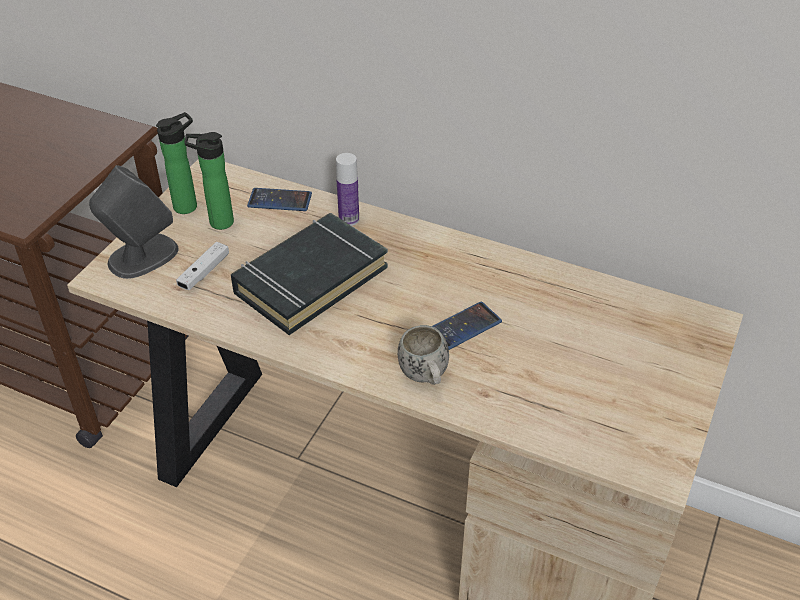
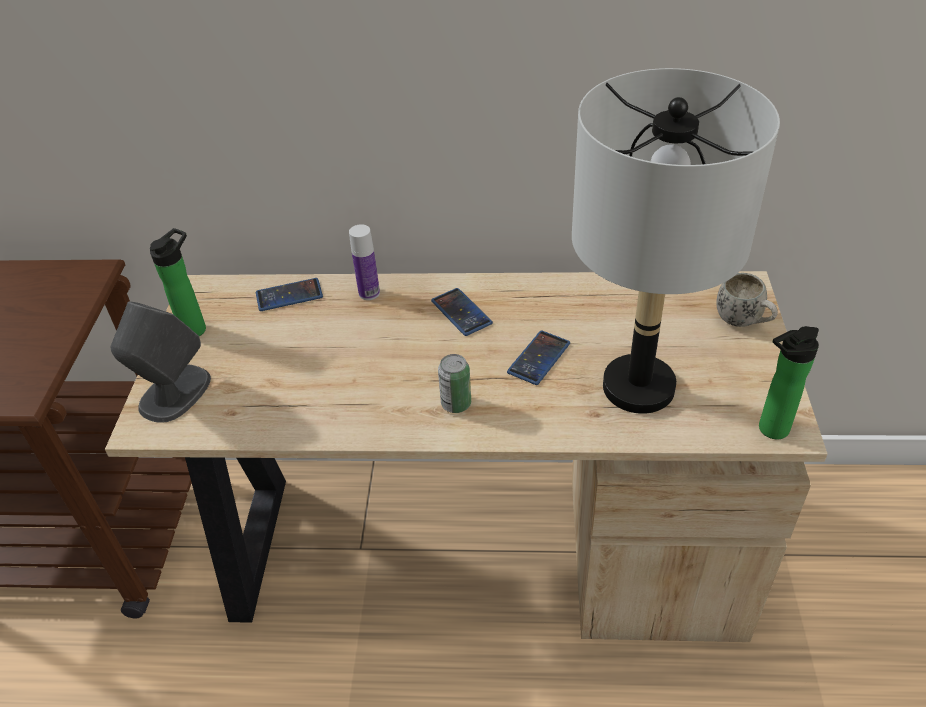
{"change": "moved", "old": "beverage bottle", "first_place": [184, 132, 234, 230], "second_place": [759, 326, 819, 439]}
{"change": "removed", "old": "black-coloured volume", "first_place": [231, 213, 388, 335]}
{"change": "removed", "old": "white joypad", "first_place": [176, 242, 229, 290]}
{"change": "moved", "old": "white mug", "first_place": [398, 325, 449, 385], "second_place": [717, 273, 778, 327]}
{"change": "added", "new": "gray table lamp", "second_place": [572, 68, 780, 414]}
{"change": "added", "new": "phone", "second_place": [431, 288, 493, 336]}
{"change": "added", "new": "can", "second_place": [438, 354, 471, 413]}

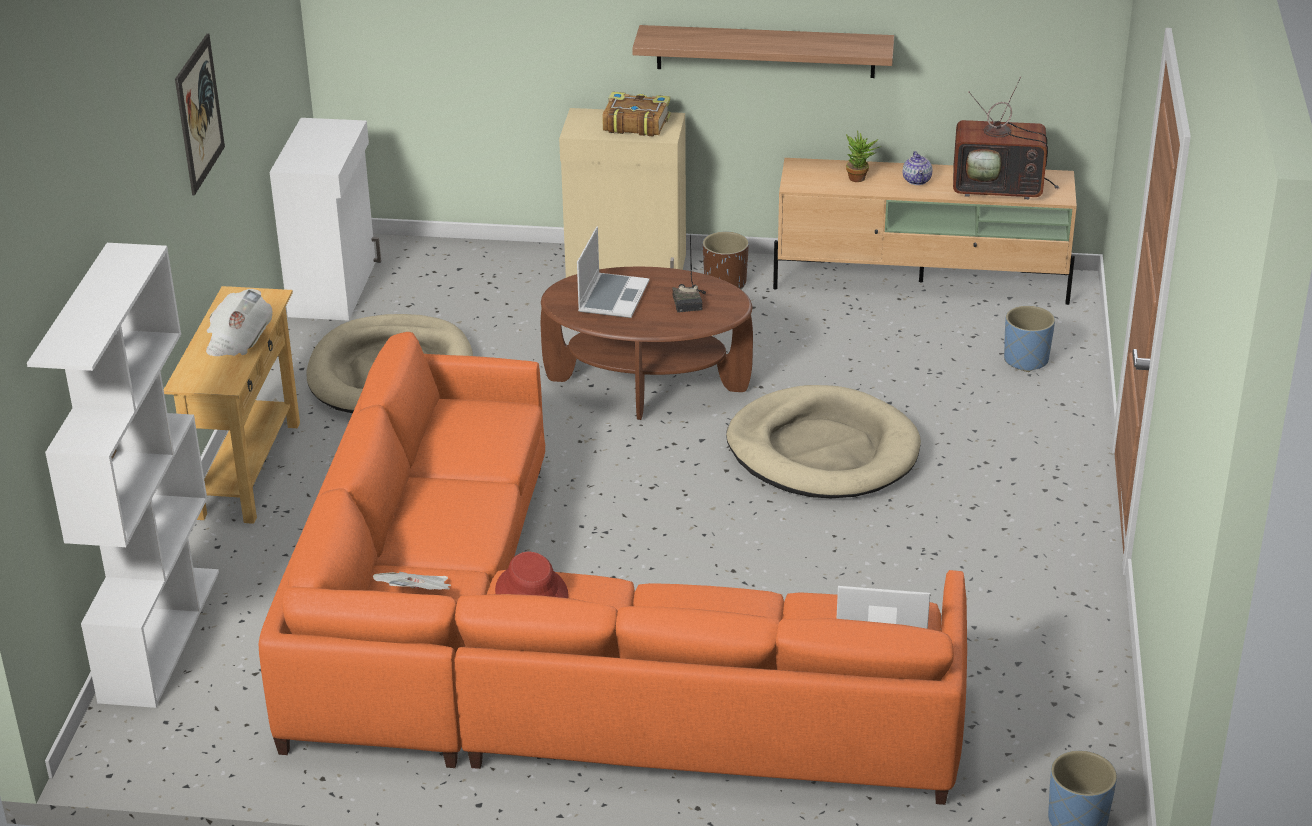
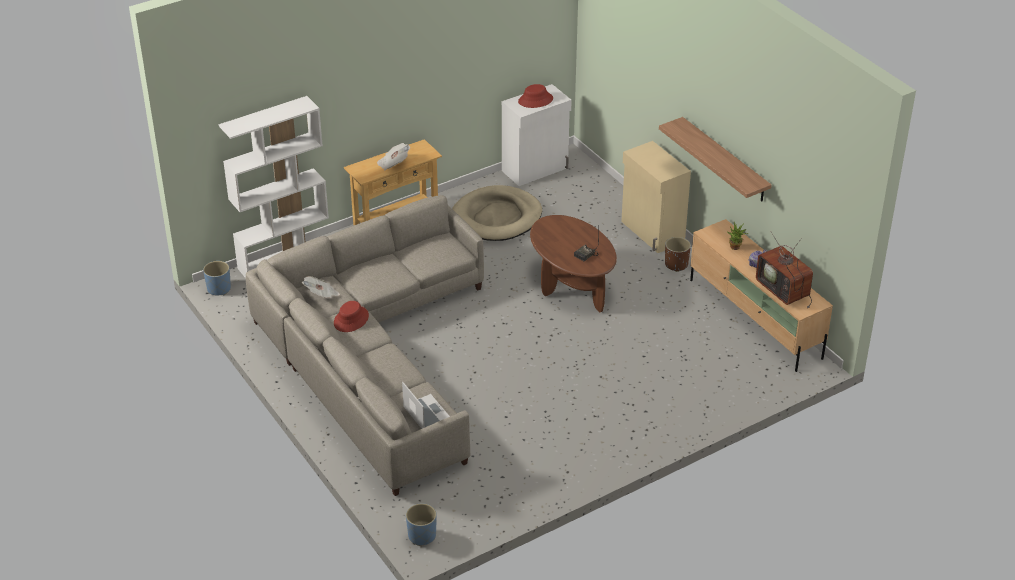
{"change": "removed", "old": "wall art", "first_place": [175, 34, 225, 195]}
{"change": "removed", "old": "volume", "first_place": [602, 92, 670, 137]}
{"change": "removed", "old": "laptop", "first_place": [577, 227, 649, 318]}
{"change": "moved", "old": "blue-coloured planter", "first_place": [1004, 306, 1055, 372], "second_place": [203, 261, 231, 296]}
{"change": "recoloured", "old": "orange couch", "new": "gray couch", "first_place": [259, 332, 967, 805], "second_place": [246, 195, 484, 496]}
{"change": "removed", "old": "beige dog bed", "first_place": [726, 385, 921, 498]}
{"change": "added", "new": "reddish clothing hat", "second_place": [518, 84, 553, 108]}

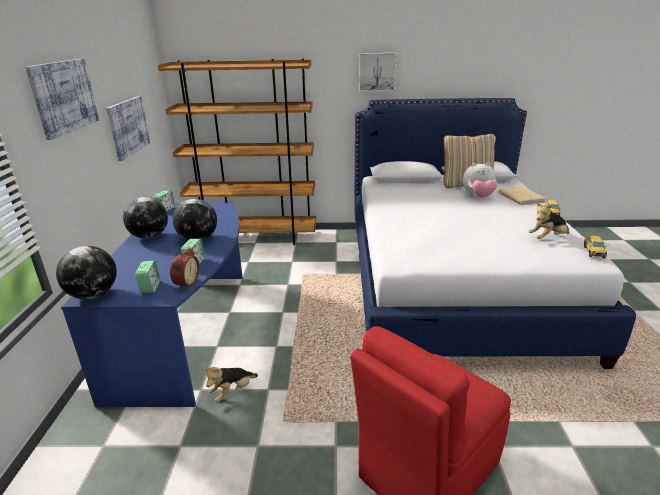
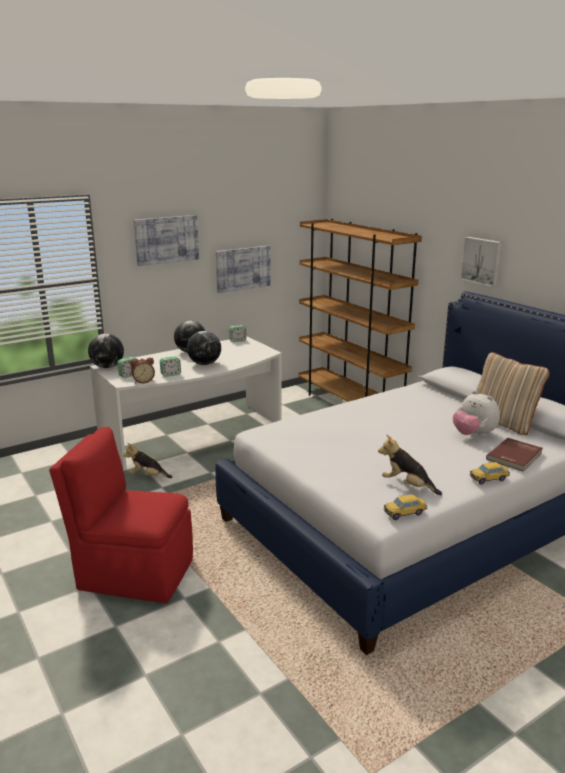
{"change": "recoloured", "old": "beige volume", "new": "reddish volume", "first_place": [499, 187, 546, 205], "second_place": [486, 438, 543, 471]}
{"change": "recoloured", "old": "blue-coloured desk table", "new": "white desk table", "first_place": [61, 203, 243, 407], "second_place": [90, 336, 282, 470]}

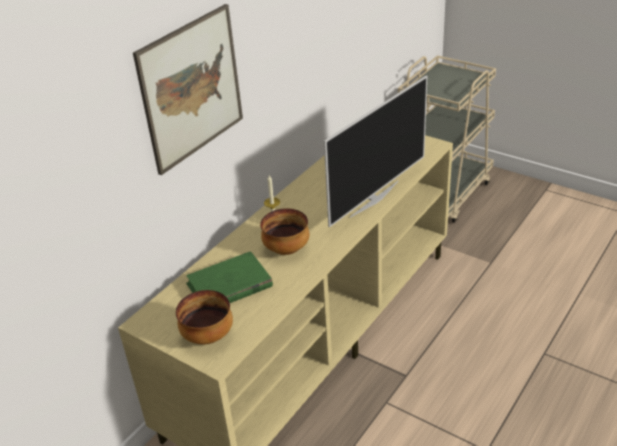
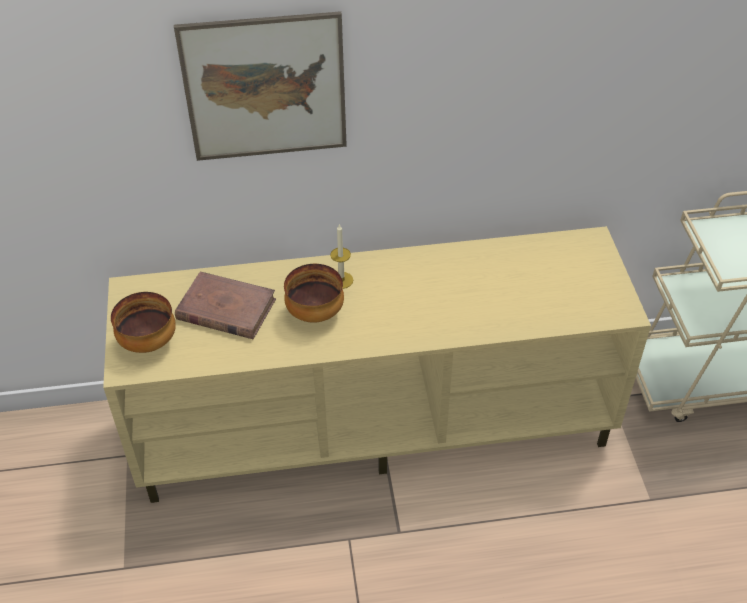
{"change": "removed", "old": "TV", "first_place": [324, 75, 427, 227]}
{"change": "recoloured", "old": "greenish volume", "new": "brown volume", "first_place": [186, 251, 273, 303], "second_place": [175, 271, 276, 339]}

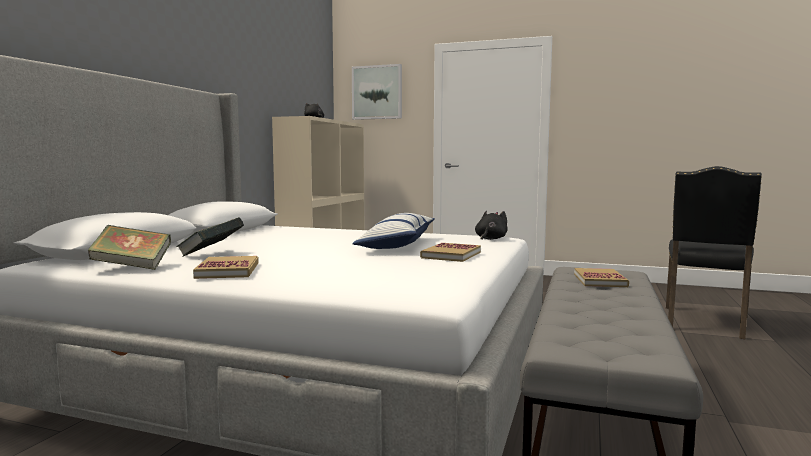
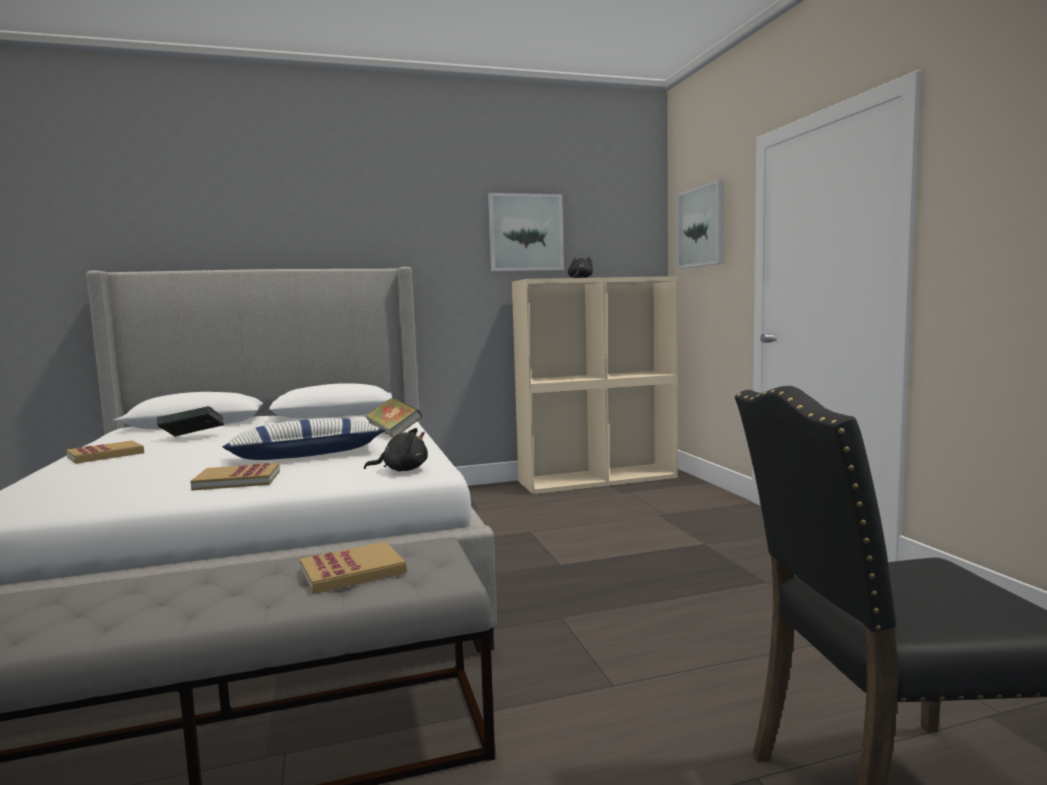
{"change": "moved", "old": "volume", "first_place": [88, 225, 171, 270], "second_place": [365, 397, 422, 438]}
{"change": "added", "new": "wall art", "second_place": [488, 193, 564, 271]}

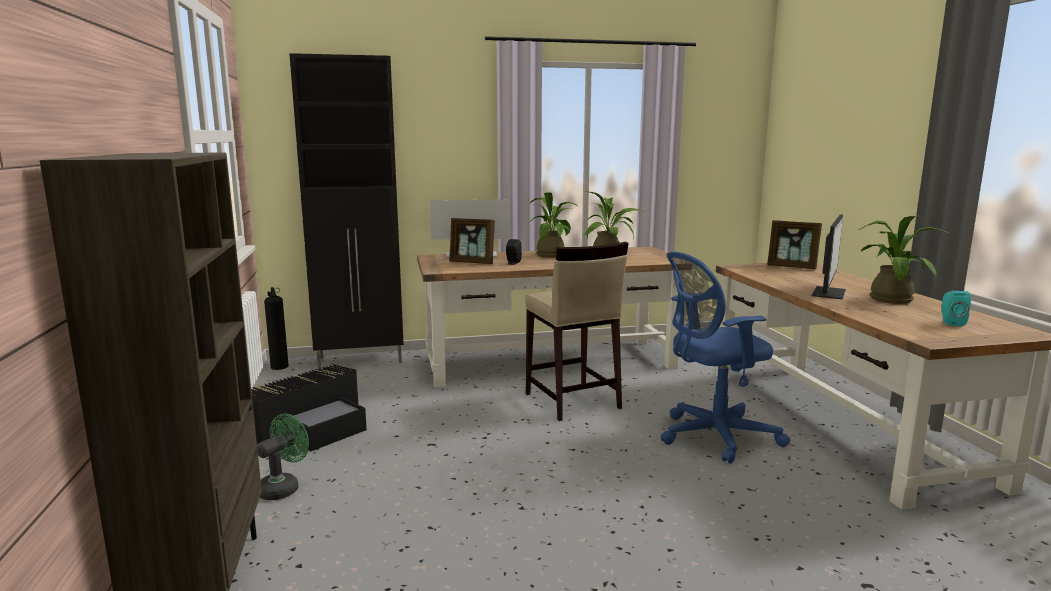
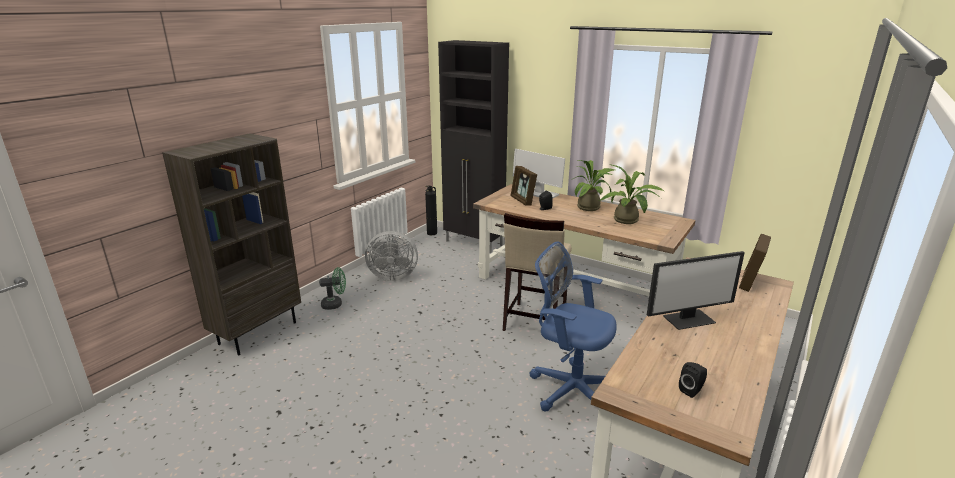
{"change": "removed", "old": "plant in a pot", "first_place": [859, 216, 949, 304]}
{"change": "turned", "old": "standing frame", "first_place": [767, 220, 822, 269], "second_place": [739, 234, 771, 292], "degrees": 45}
{"change": "recoloured", "old": "blue-green speaker", "new": "black-coloured speaker", "first_place": [942, 291, 971, 326], "second_place": [679, 362, 707, 398]}
{"change": "replaced", "old": "black-coloured storage box", "new": "gray cooling fan", "first_place": [251, 364, 367, 452], "second_place": [365, 231, 418, 281]}

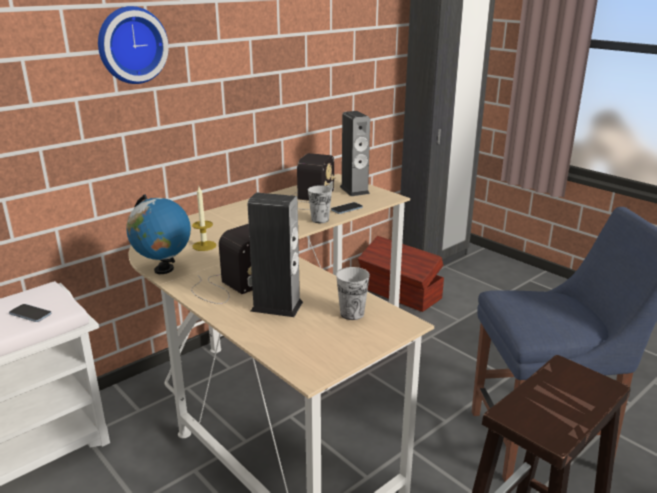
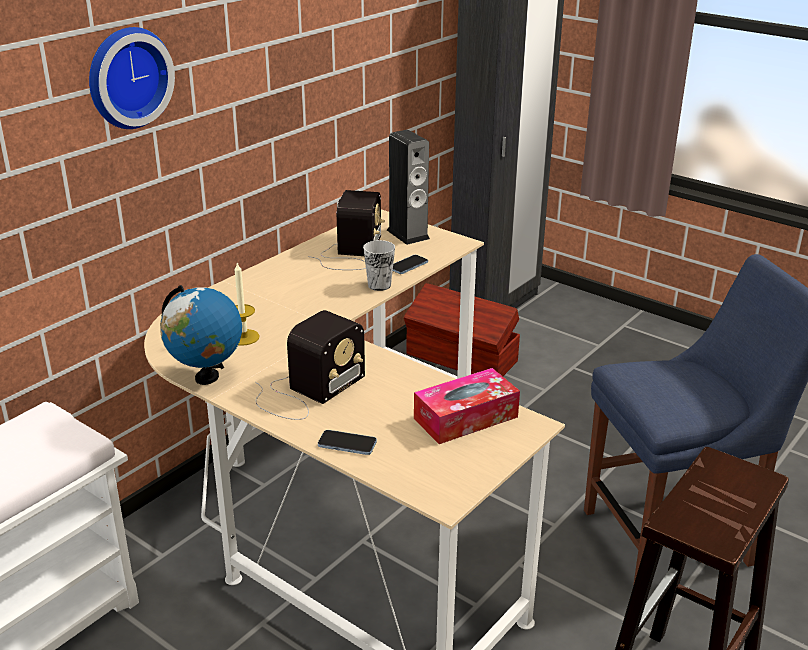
{"change": "removed", "old": "speaker", "first_place": [248, 192, 303, 317]}
{"change": "replaced", "old": "small cup", "new": "box of tissues", "first_place": [336, 267, 370, 320], "second_place": [414, 368, 520, 444]}
{"change": "moved", "old": "phone", "first_place": [9, 304, 51, 322], "second_place": [318, 430, 377, 455]}

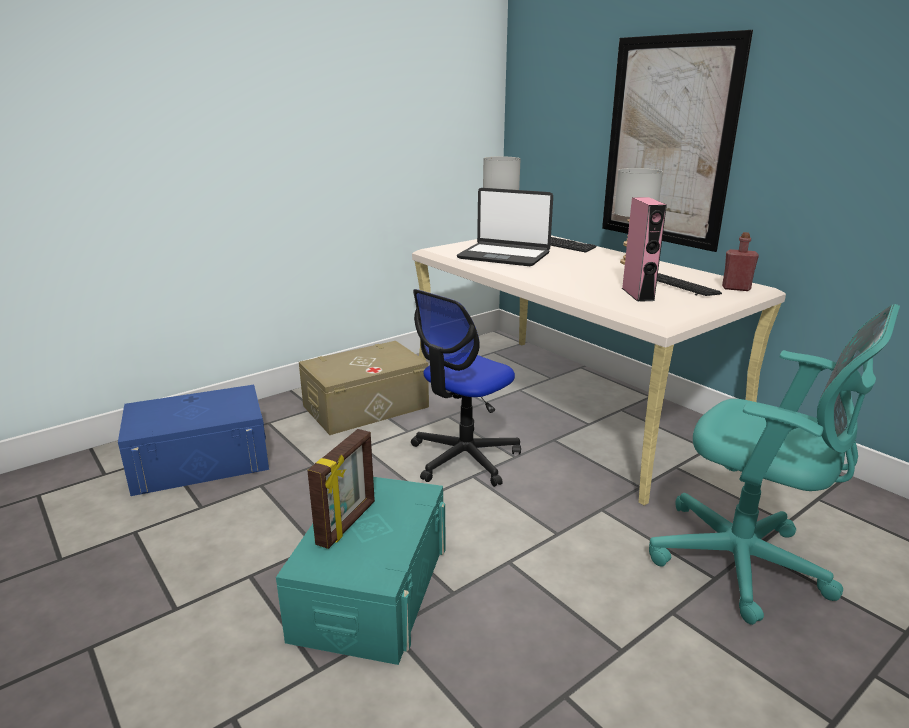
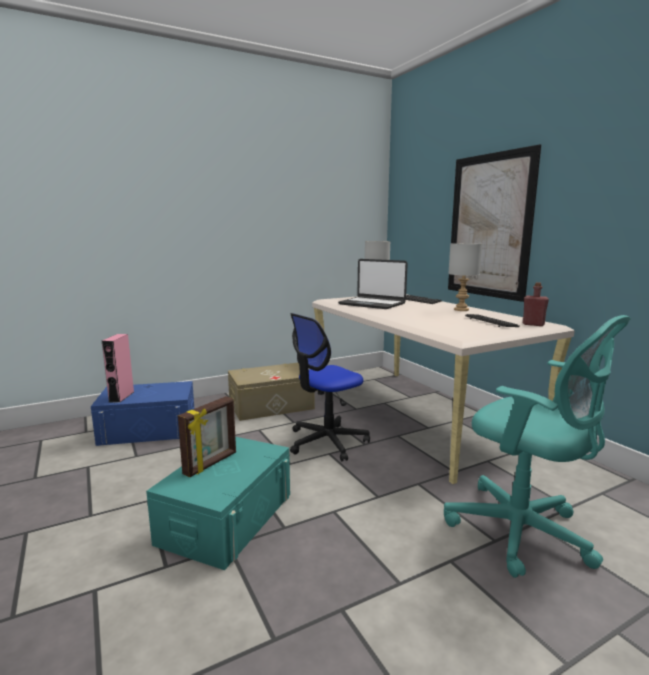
{"change": "moved", "old": "pinkish speaker", "first_place": [622, 197, 667, 302], "second_place": [102, 334, 134, 403]}

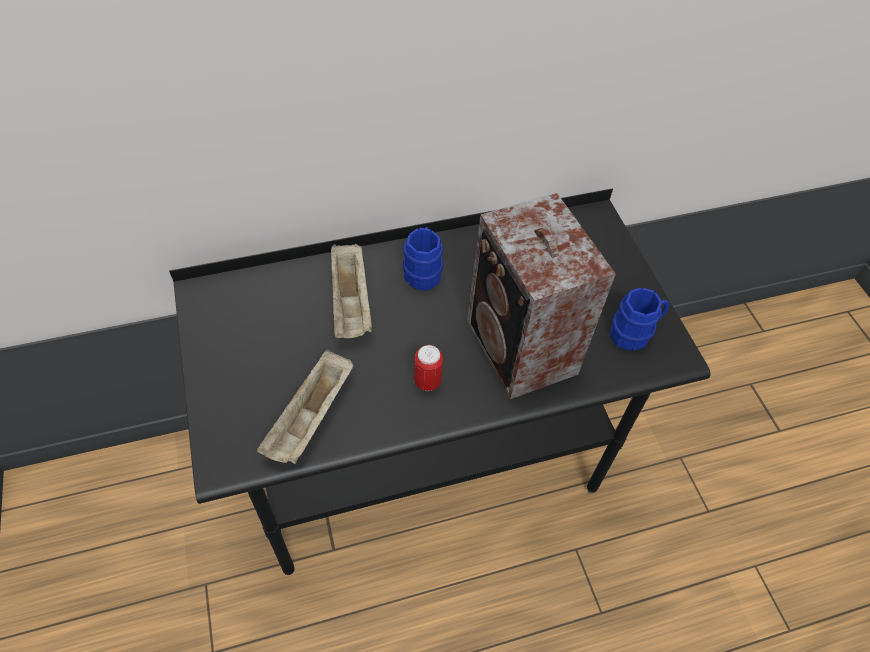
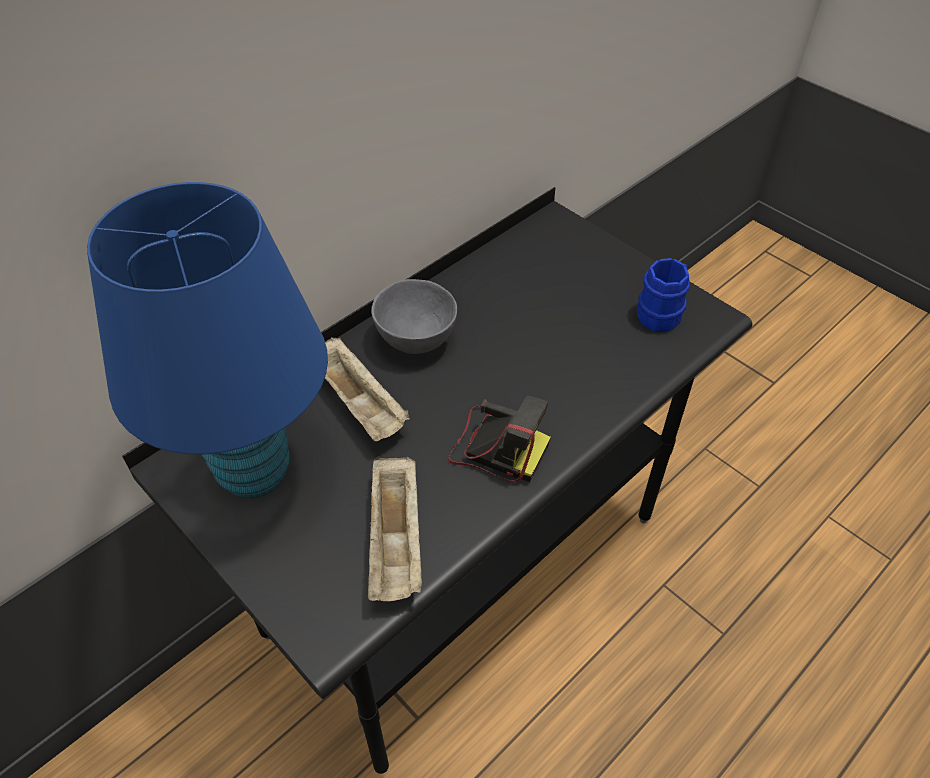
{"change": "removed", "old": "speaker", "first_place": [467, 193, 616, 400]}
{"change": "replaced", "old": "blue-coloured mug", "new": "gray serving bowl", "first_place": [403, 227, 443, 291], "second_place": [371, 279, 457, 354]}
{"change": "replaced", "old": "can", "new": "still camera", "first_place": [414, 345, 443, 391], "second_place": [447, 396, 551, 482]}
{"change": "added", "new": "blue-coloured table lamp", "second_place": [87, 182, 328, 498]}

